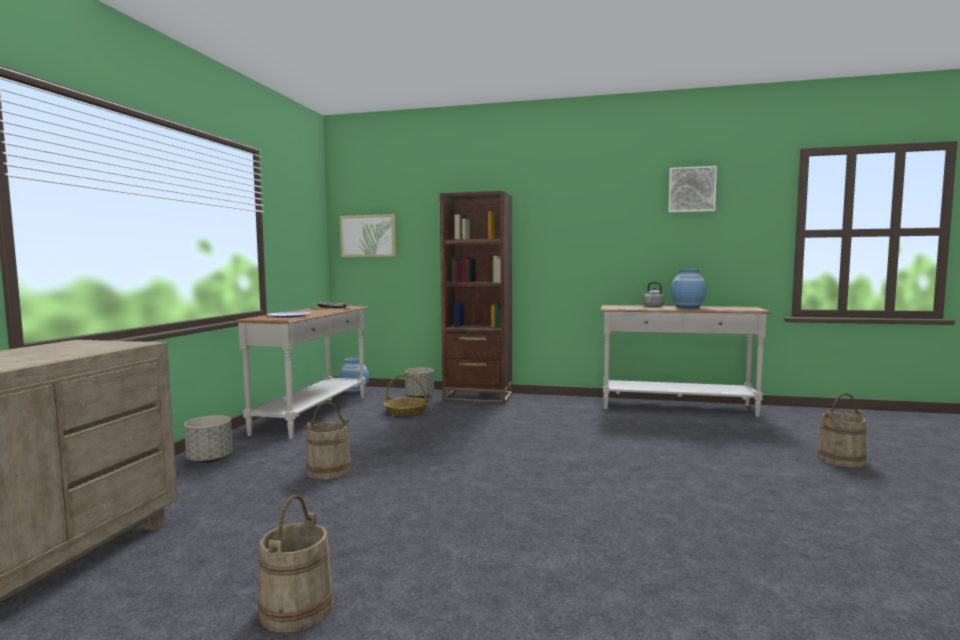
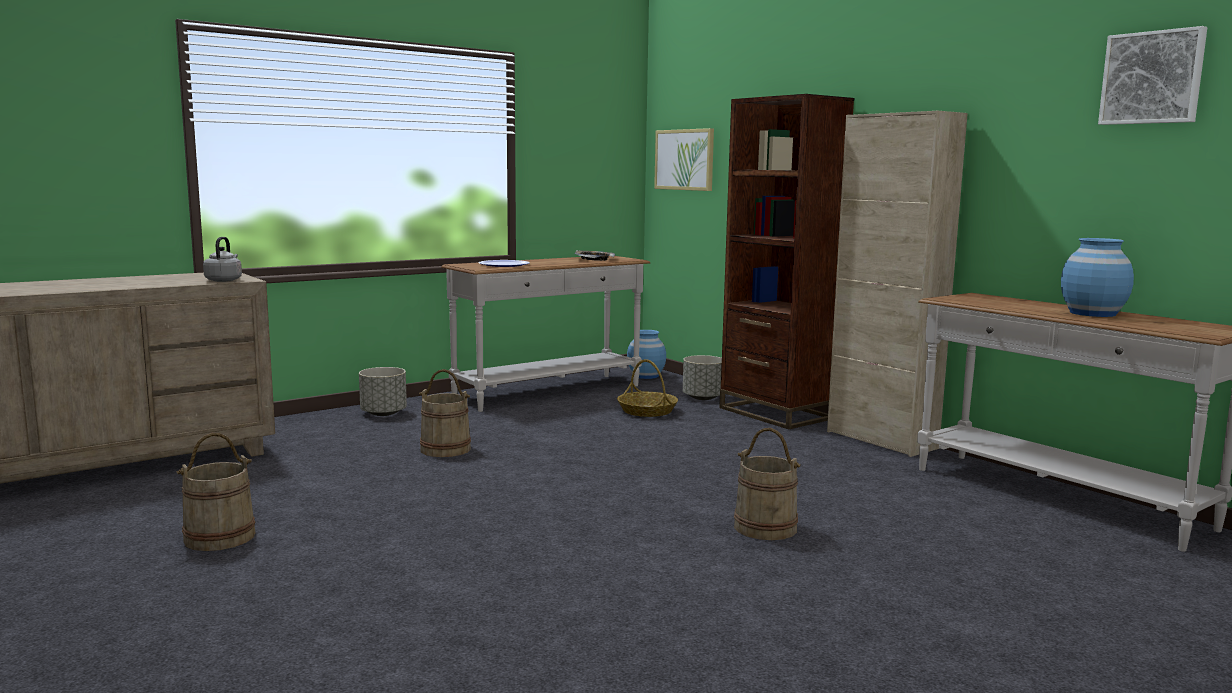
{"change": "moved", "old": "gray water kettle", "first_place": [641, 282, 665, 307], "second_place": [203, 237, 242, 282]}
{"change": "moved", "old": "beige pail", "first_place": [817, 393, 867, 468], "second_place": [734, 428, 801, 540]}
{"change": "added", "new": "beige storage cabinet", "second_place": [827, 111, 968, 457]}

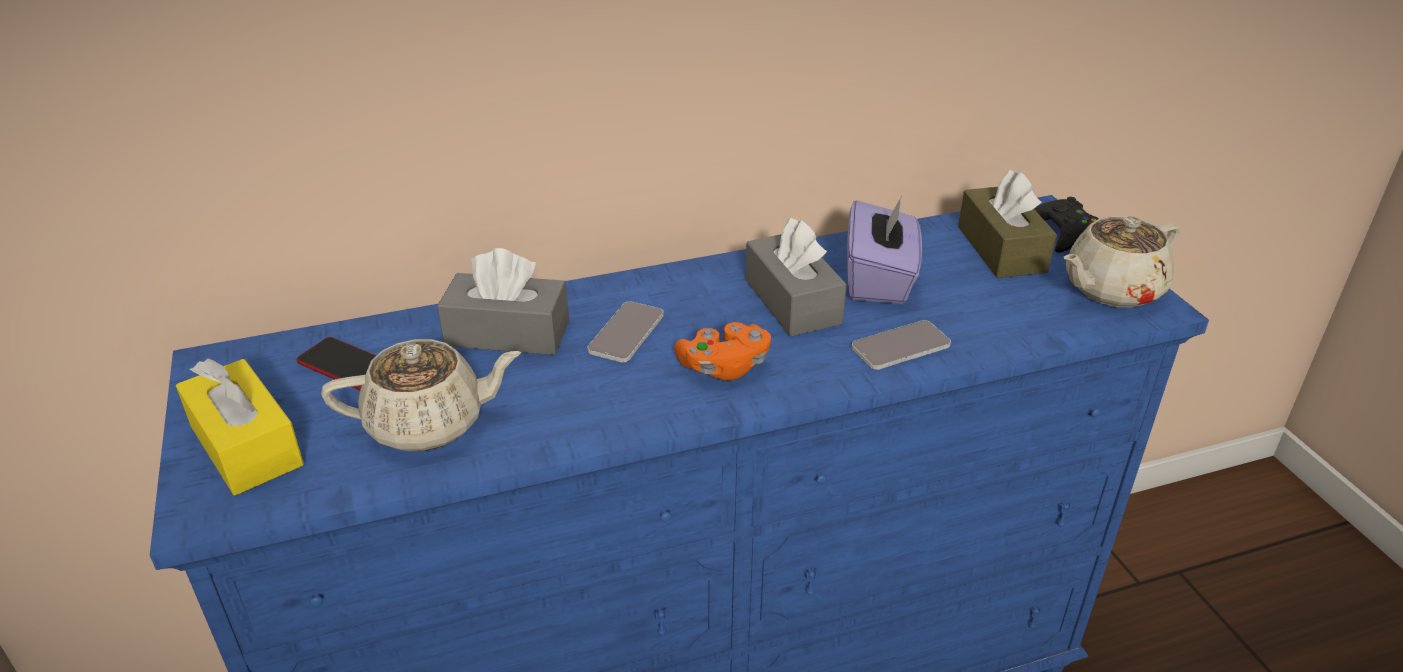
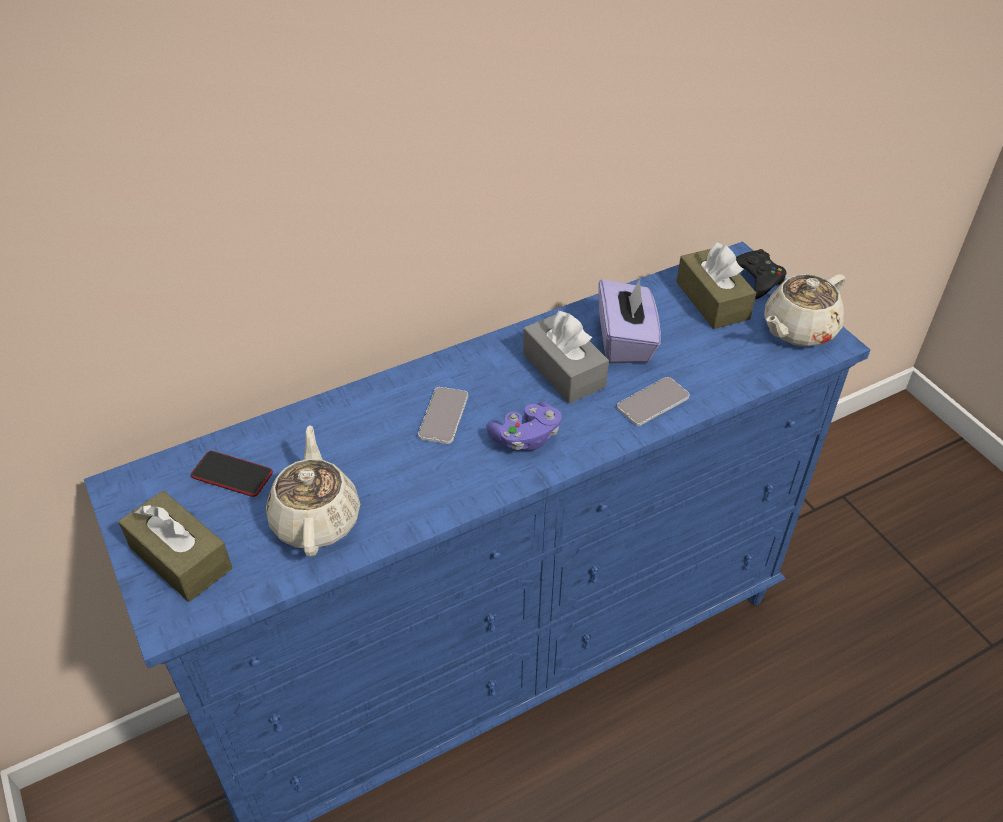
{"change": "removed", "old": "gray box of tissues", "first_place": [437, 248, 569, 355]}
{"change": "recoloured", "old": "orange joypad", "new": "purple joypad", "first_place": [674, 322, 771, 381], "second_place": [486, 402, 562, 451]}
{"change": "turned", "old": "beige pot for tea", "first_place": [321, 339, 522, 451], "second_place": [266, 425, 360, 557], "degrees": -75}
{"change": "recoloured", "old": "yellow box of tissues", "new": "brown box of tissues", "first_place": [176, 358, 304, 496], "second_place": [119, 491, 232, 602]}

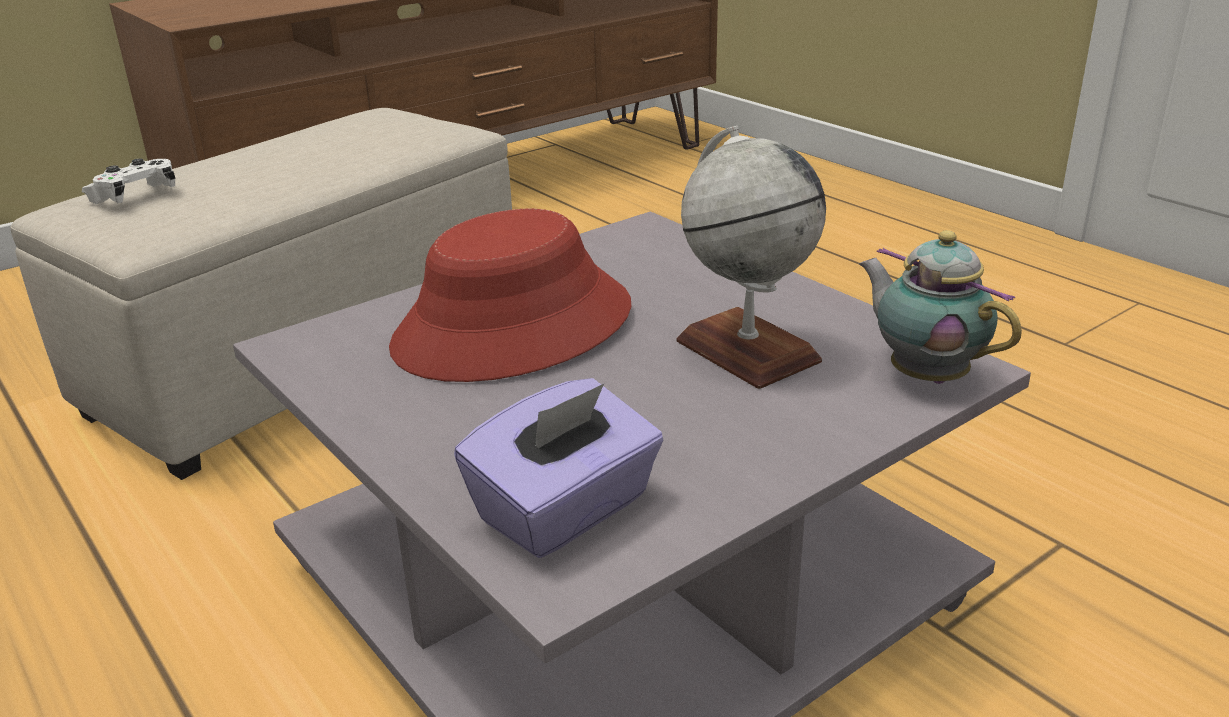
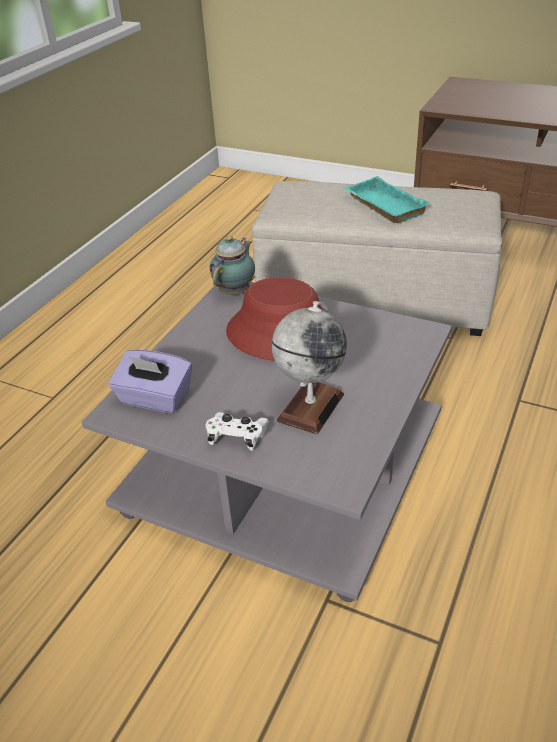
{"change": "moved", "old": "white joypad", "first_place": [82, 159, 175, 204], "second_place": [206, 412, 269, 450]}
{"change": "moved", "old": "pot for tea", "first_place": [859, 230, 1022, 384], "second_place": [210, 236, 255, 295]}
{"change": "added", "new": "blue-green serving tray", "second_place": [344, 176, 431, 223]}

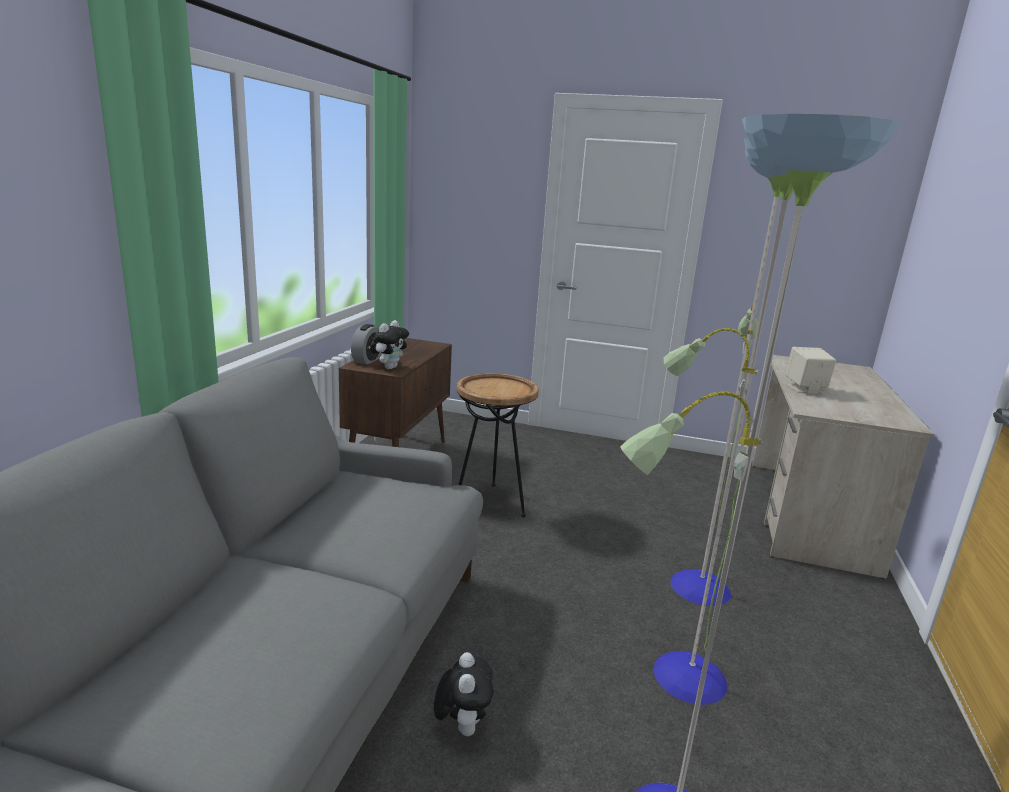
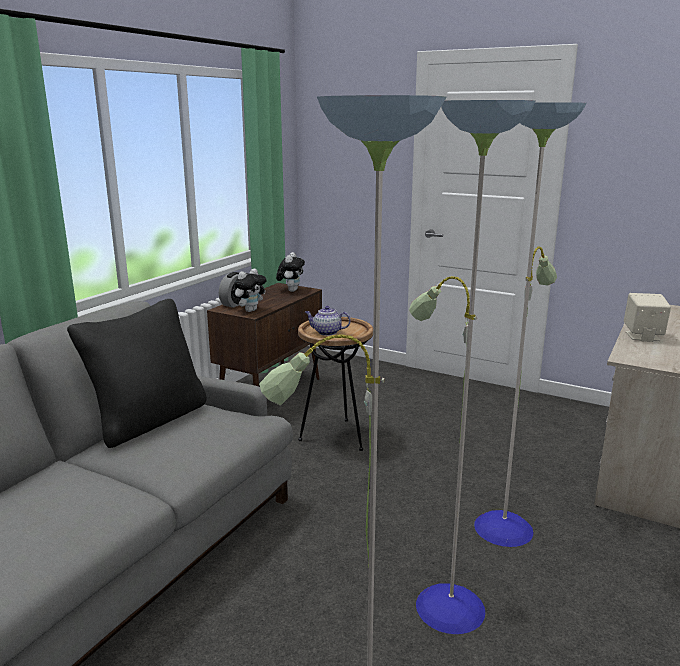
{"change": "moved", "old": "plush toy", "first_place": [434, 652, 494, 736], "second_place": [276, 252, 305, 292]}
{"change": "added", "new": "black-coloured cushion", "second_place": [67, 299, 206, 448]}
{"change": "added", "new": "pot for tea", "second_place": [305, 306, 351, 336]}

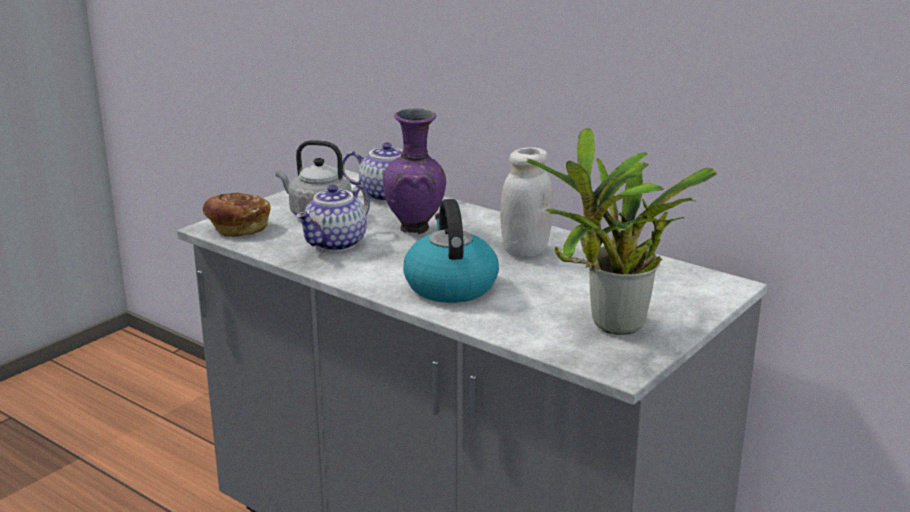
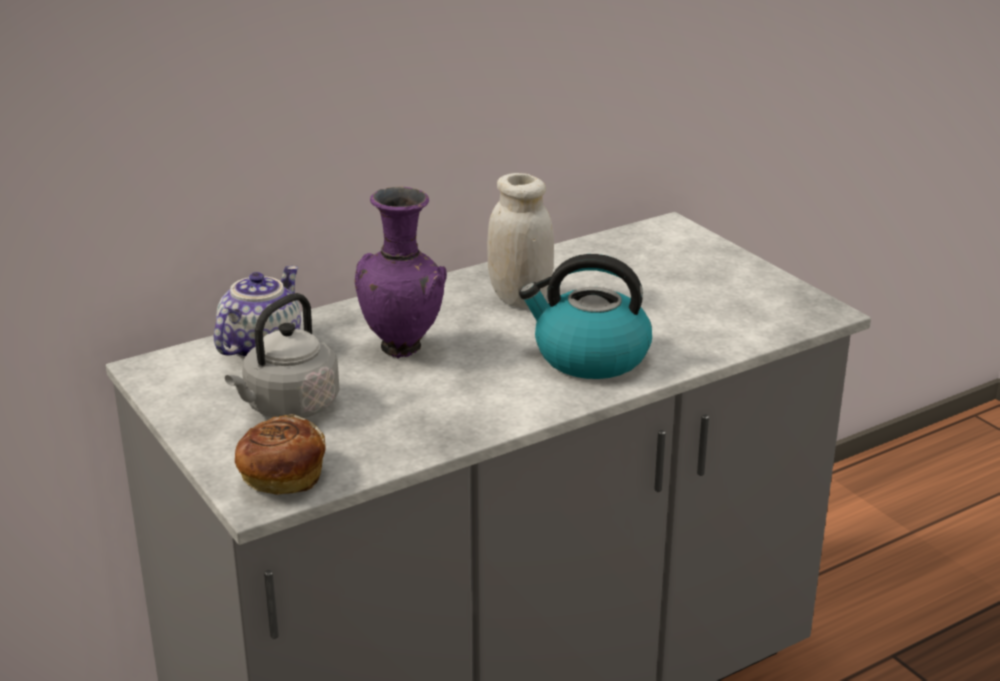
{"change": "removed", "old": "plant in a pot", "first_place": [526, 127, 717, 335]}
{"change": "removed", "old": "pot for tea", "first_place": [296, 185, 370, 252]}

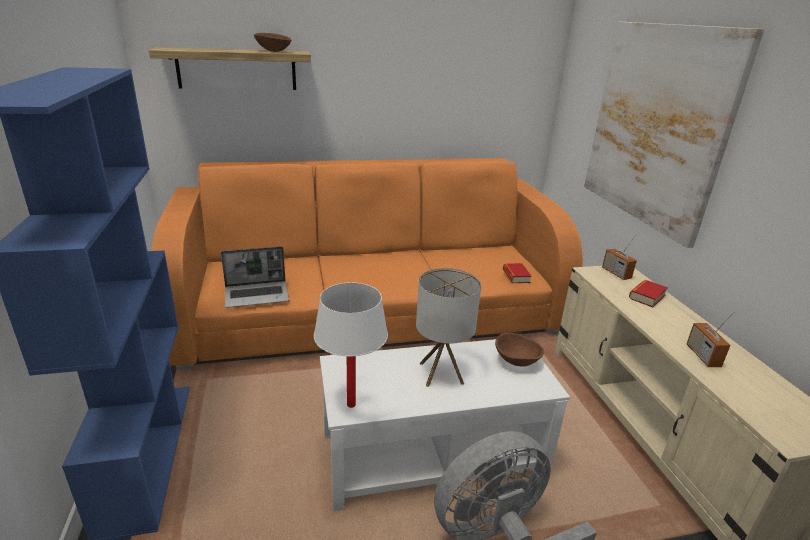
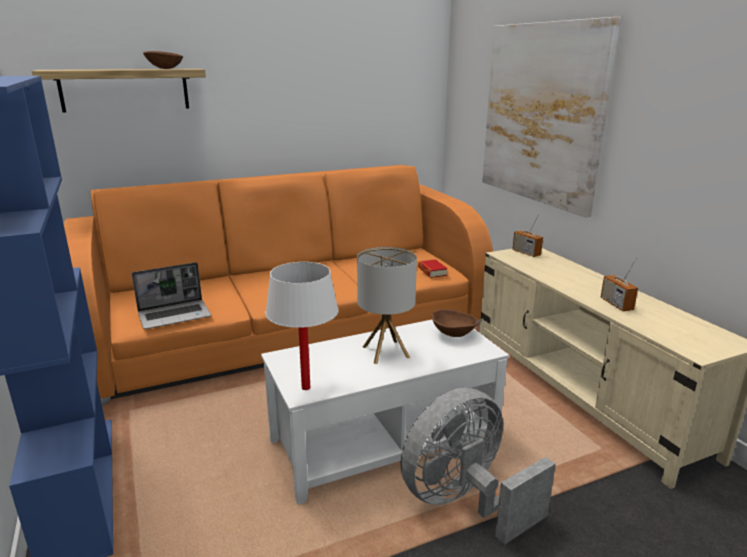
{"change": "removed", "old": "volume", "first_place": [629, 280, 668, 307]}

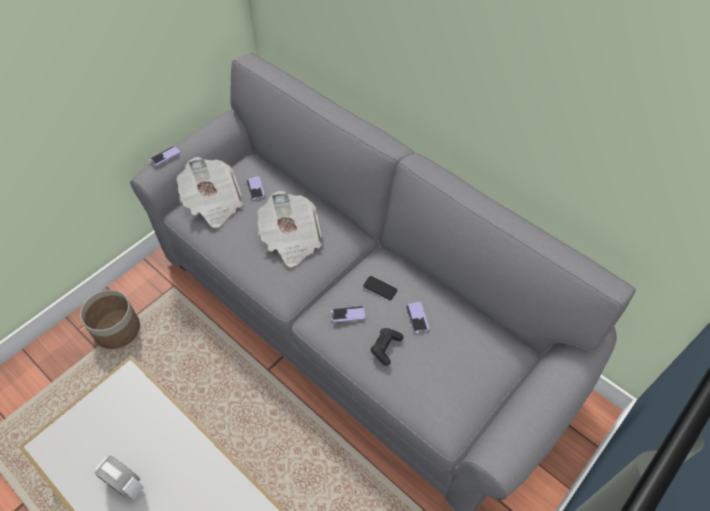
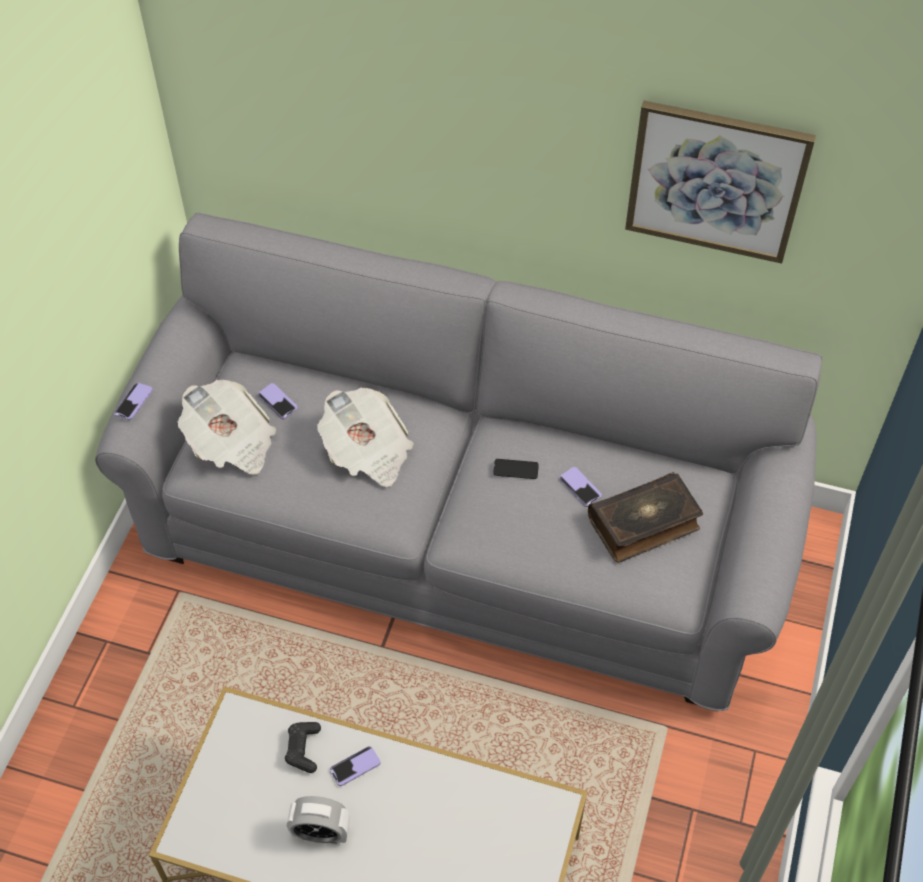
{"change": "removed", "old": "planter", "first_place": [80, 290, 140, 349]}
{"change": "moved", "old": "phone", "first_place": [331, 306, 365, 323], "second_place": [330, 746, 381, 786]}
{"change": "moved", "old": "black-coloured joypad", "first_place": [371, 328, 403, 366], "second_place": [285, 722, 321, 773]}
{"change": "added", "new": "wall art", "second_place": [625, 101, 816, 263]}
{"change": "added", "new": "volume", "second_place": [588, 472, 703, 563]}

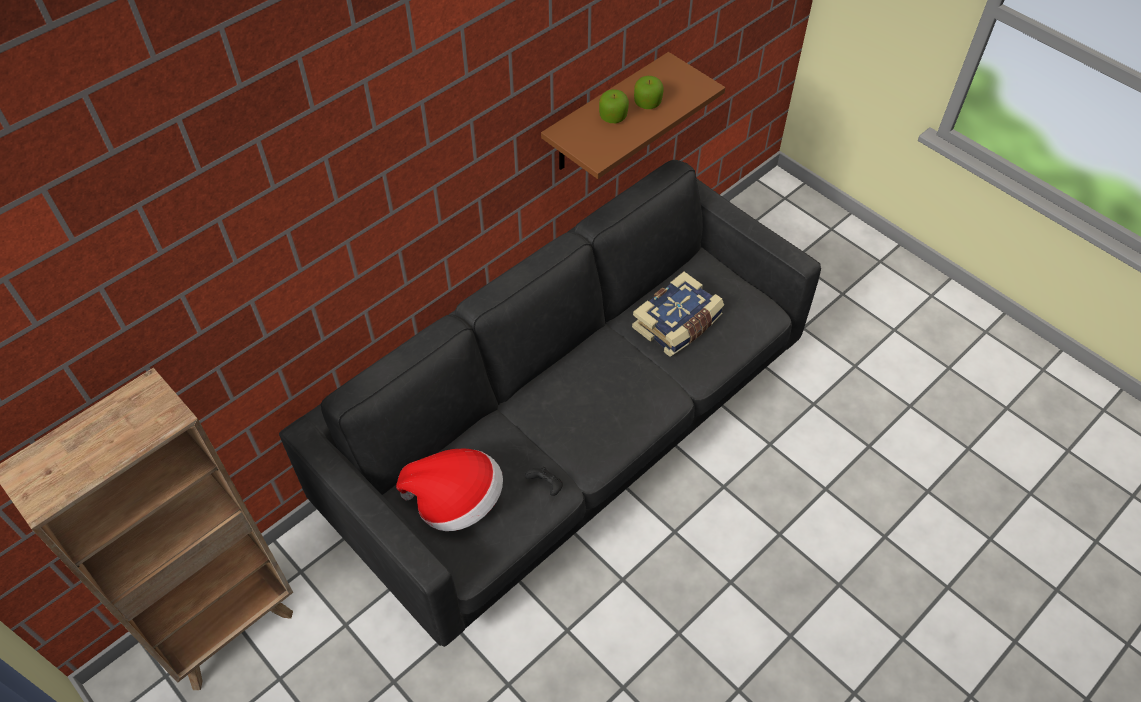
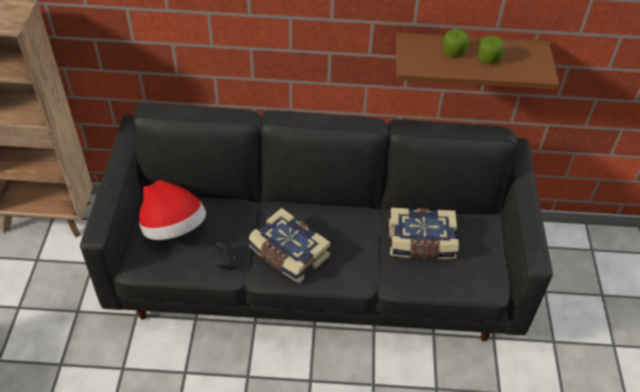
{"change": "added", "new": "volume", "second_place": [249, 208, 331, 283]}

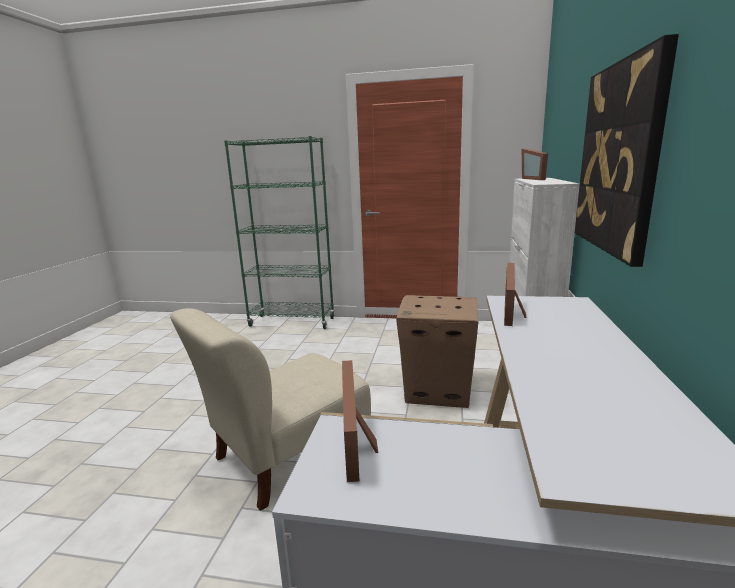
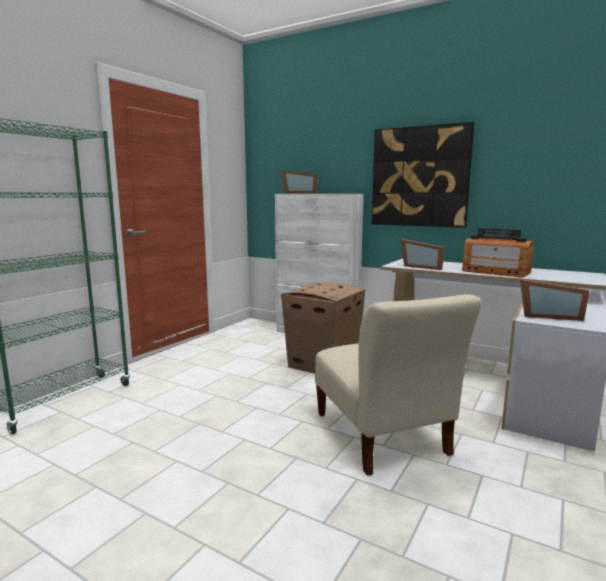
{"change": "added", "new": "radio", "second_place": [462, 228, 534, 278]}

